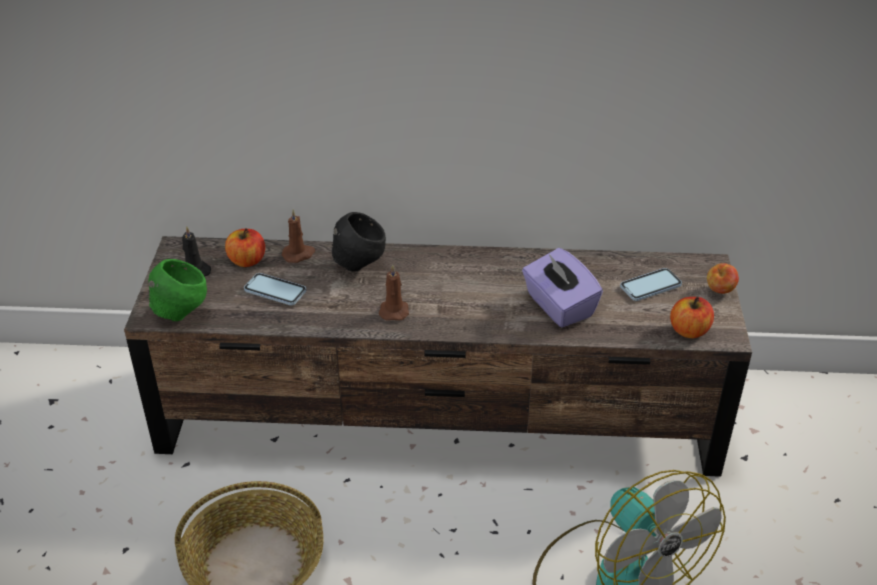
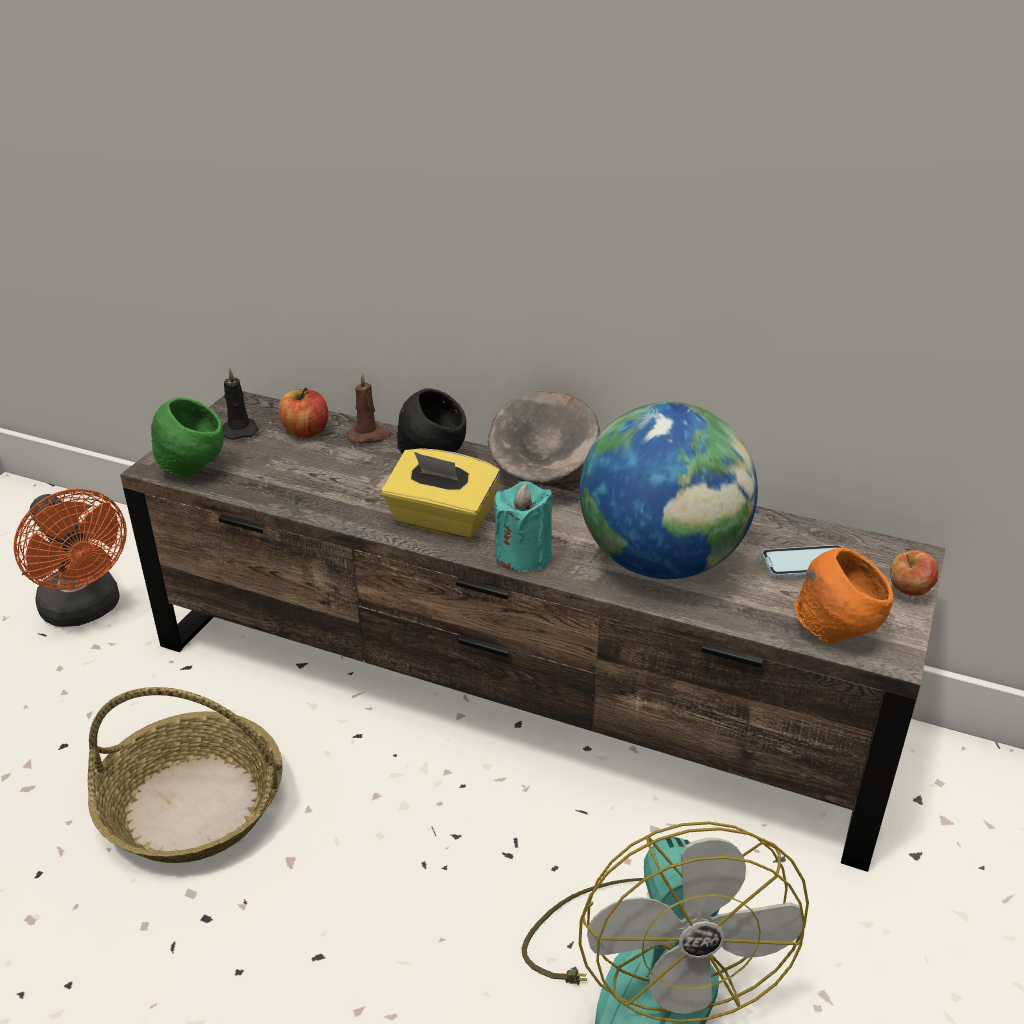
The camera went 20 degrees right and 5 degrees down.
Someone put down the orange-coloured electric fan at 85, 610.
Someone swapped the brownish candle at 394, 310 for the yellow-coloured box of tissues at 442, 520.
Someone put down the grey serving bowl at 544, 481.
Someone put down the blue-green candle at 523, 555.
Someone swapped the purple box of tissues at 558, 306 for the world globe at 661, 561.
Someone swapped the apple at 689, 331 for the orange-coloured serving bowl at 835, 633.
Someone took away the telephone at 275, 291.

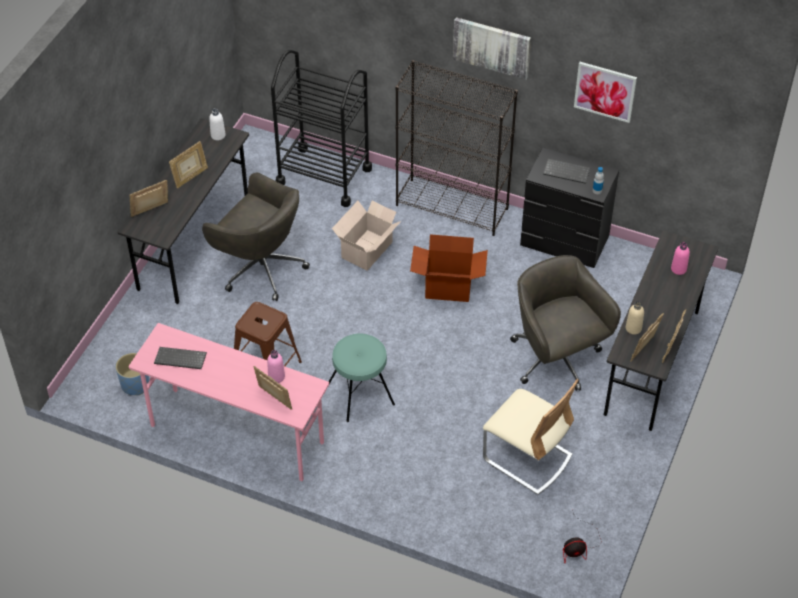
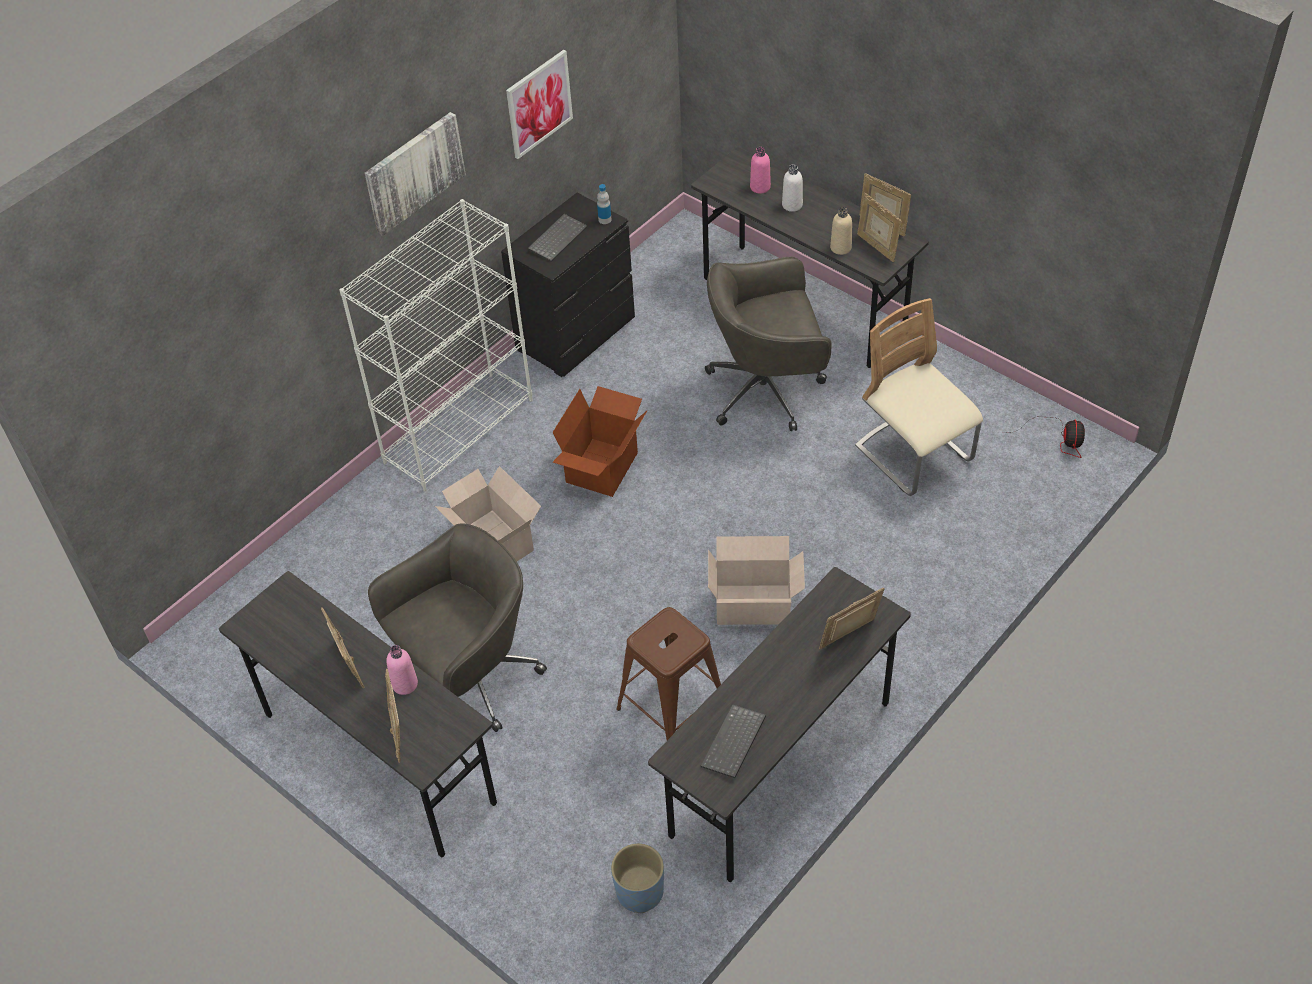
The camera went 70 degrees left and 0 degrees up.
Someone repainted the black bookcase at 452, 207, which became the white-coloured bookcase at 459, 430.
Someone carried the pinkish beverage bottle from 276, 376 to 405, 684.
Someone repainted the pinkish desk at 236, 434, which became the grey desk at 781, 770.
Someone swapped the blue-green stool at 360, 394 for the packing box at 755, 605.
Someone carried the white-coloured beverage bottle from 218, 135 to 792, 205.
Someone rotated the sand-coloured chair at 527, 458 by 90 degrees counterclockwise.
Someone took away the black wheeled cart at 324, 176.

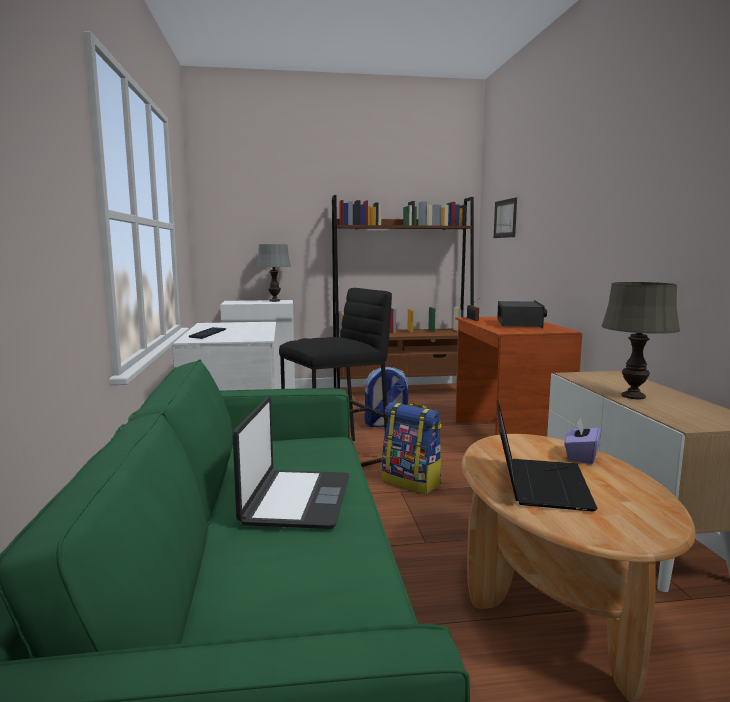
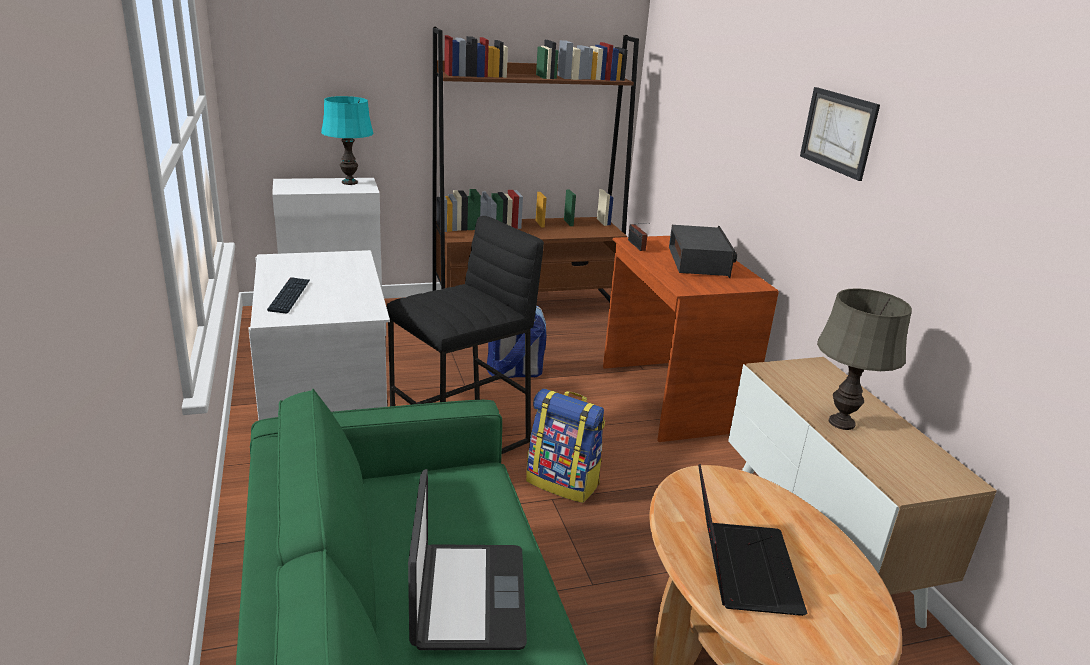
The camera went 10 degrees left and 15 degrees up.
Someone repainted the grey table lamp at 275, 301, which became the blue-green table lamp at 350, 182.
Someone carried the wall art from 505, 218 to 838, 132.
Someone took away the purple box of tissues at 581, 456.

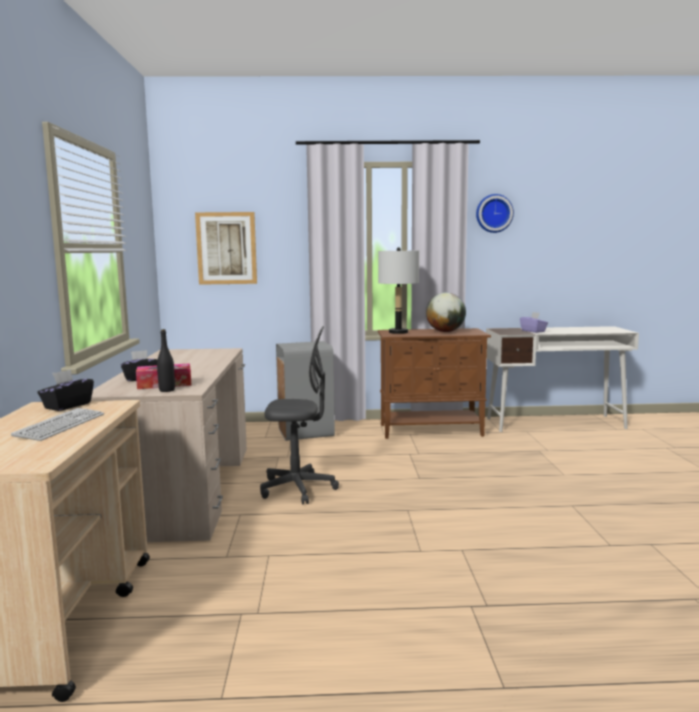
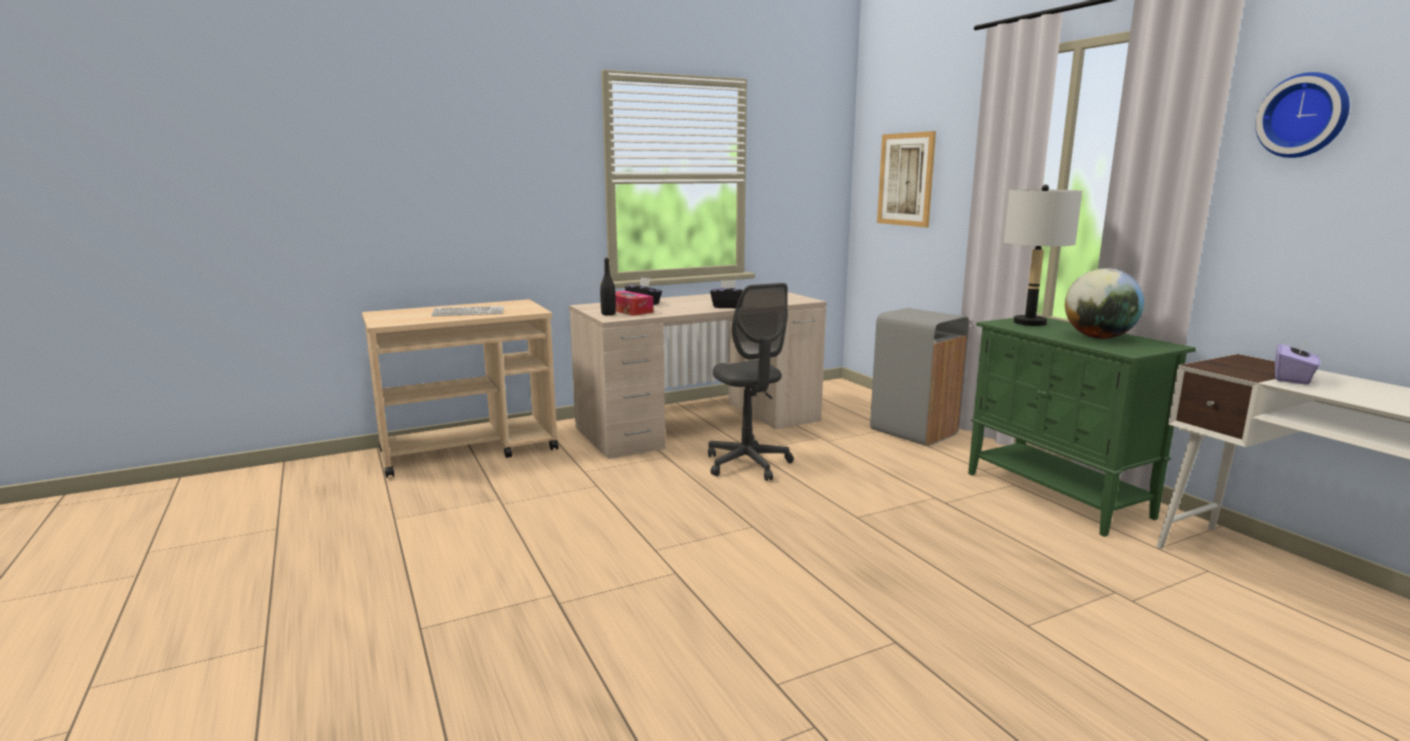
The camera went 65 degrees right and 5 degrees up.
Someone carried the black box of tissues from 67, 406 to 727, 307.
Someone repainted the brownish cabinet at 432, 430, which became the green-coloured cabinet at 1058, 495.

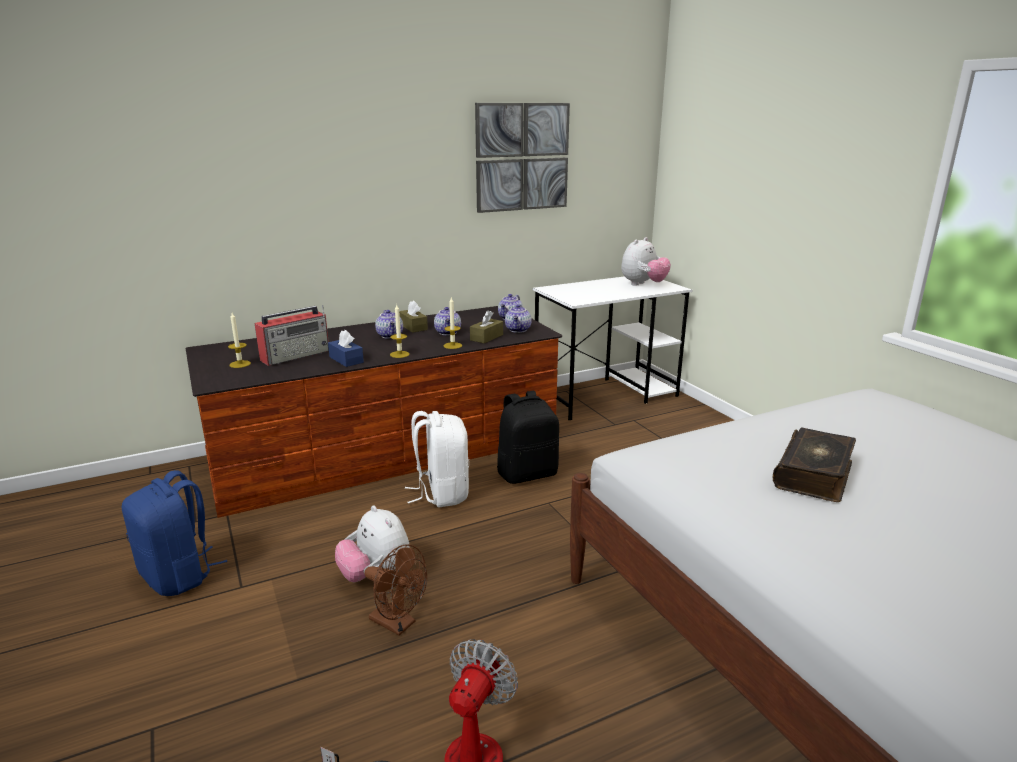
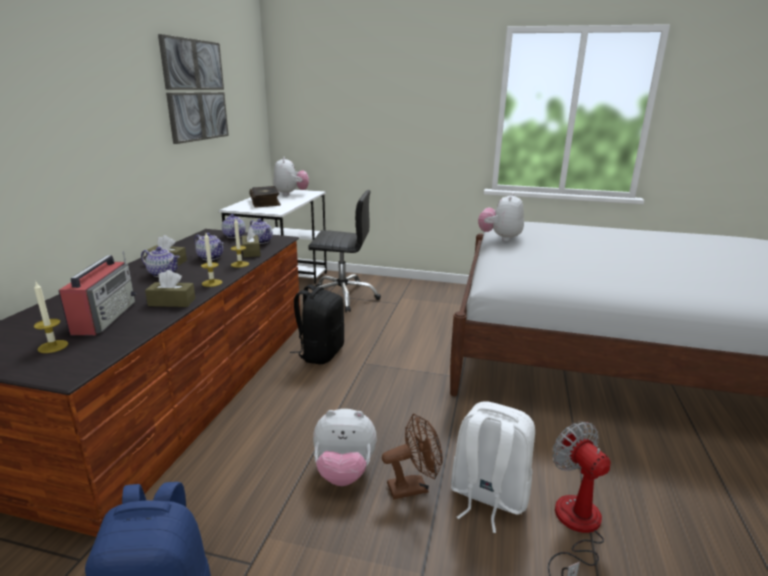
The camera went 50 degrees left and 0 degrees up.
Someone repainted the blue-coloured box of tissues at 346, 360, which became the brownish box of tissues at 172, 302.
Someone carried the book from 814, 475 to 265, 202.
Someone put down the black office chair at 342, 297.
Someone carried the white-coloured backpack from 441, 493 to 487, 497.
Someone put down the plush toy at 500, 238.

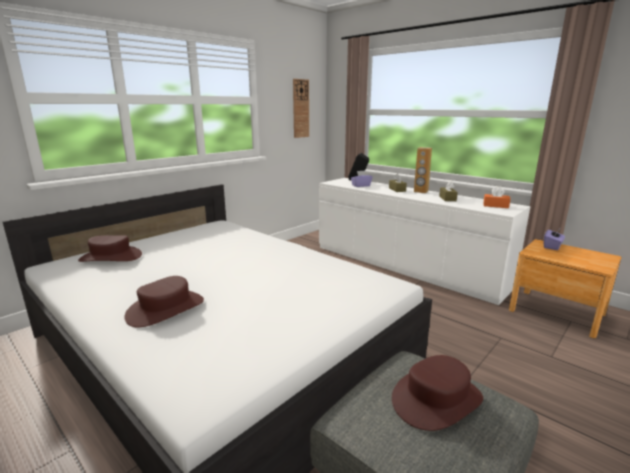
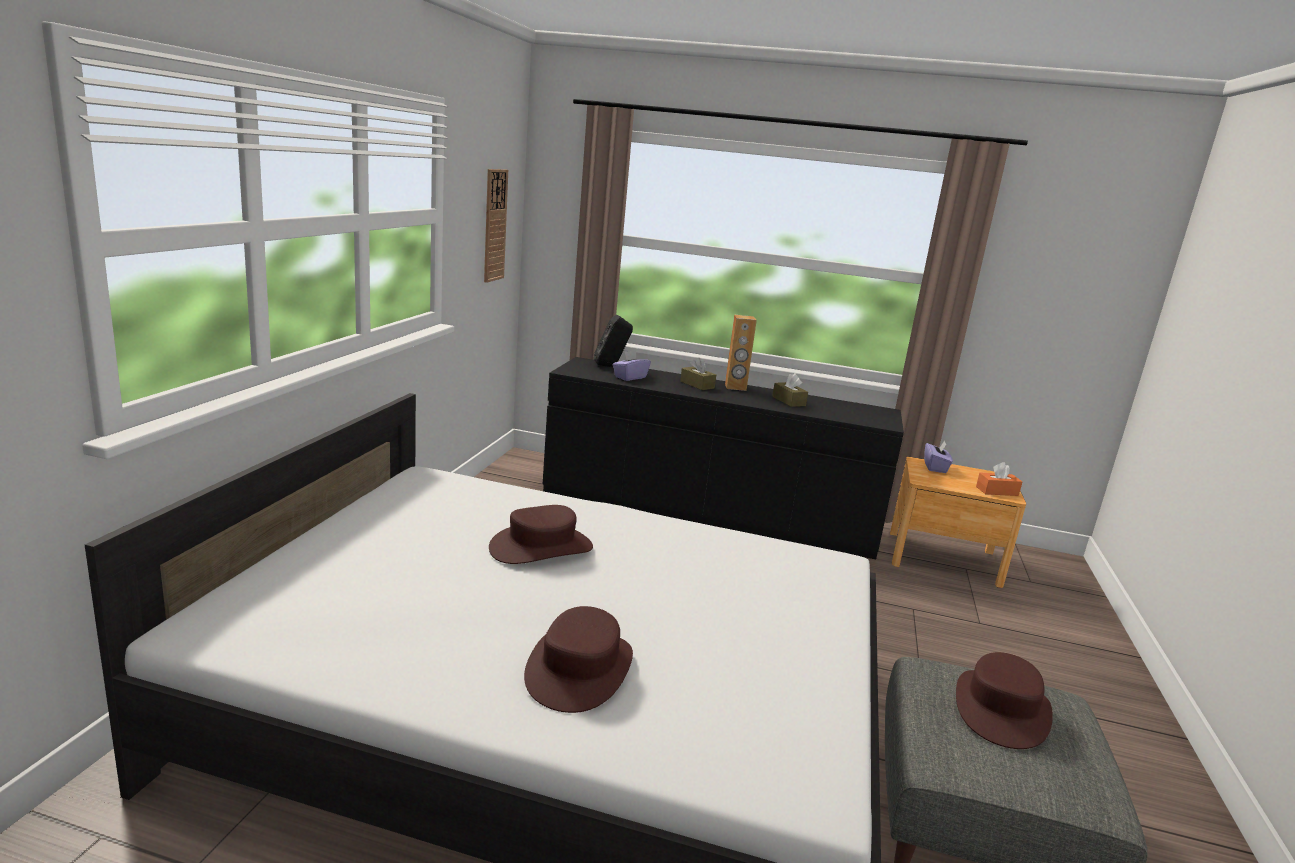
The camera went 30 degrees left and 0 degrees up.
Someone carried the brownish clothing hat from 111, 257 to 541, 547.
Someone repainted the white-coloured dresser at 405, 265, which became the black dresser at 708, 510.
Someone carried the orange-coloured box of tissues from 495, 205 to 997, 491.

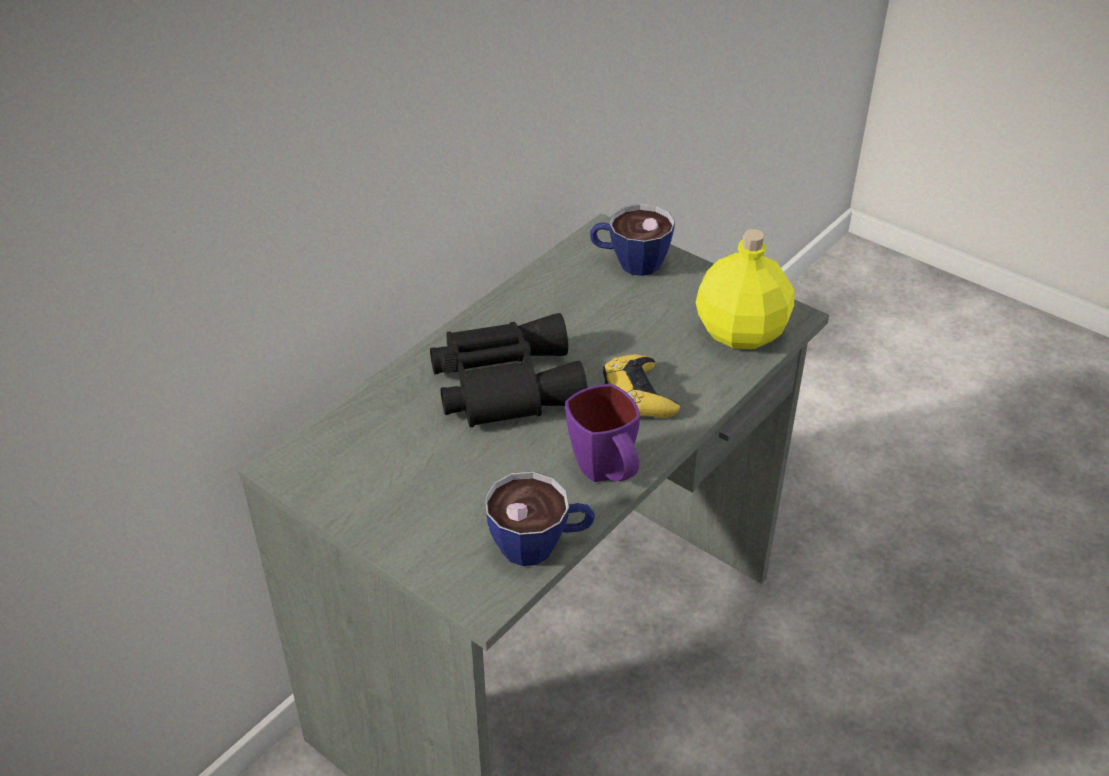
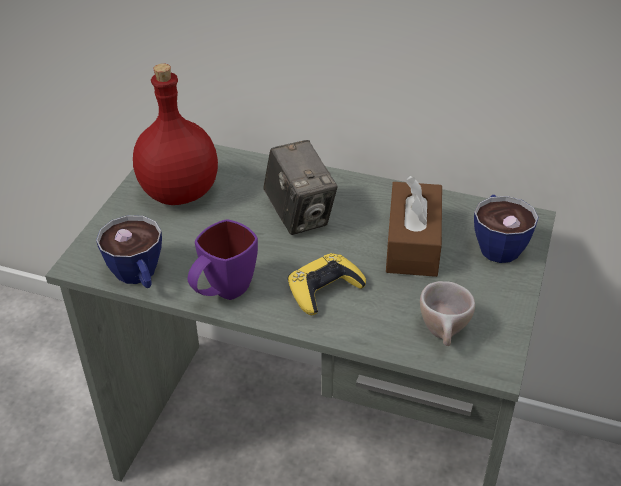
The camera went 70 degrees right and 0 degrees up.
Someone put down the red-coloured beverage bottle at 178, 193.
Someone swapped the black pair of binoculars at 503, 383 for the still camera at 299, 215.
Someone put down the brownish box of tissues at 413, 243.
Someone swapped the yellow-coloured beverage bottle at 741, 333 for the sand-coloured small cup at 444, 335.

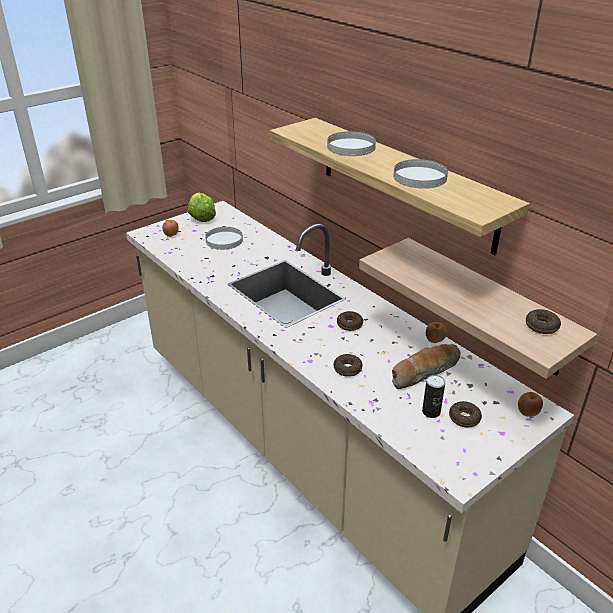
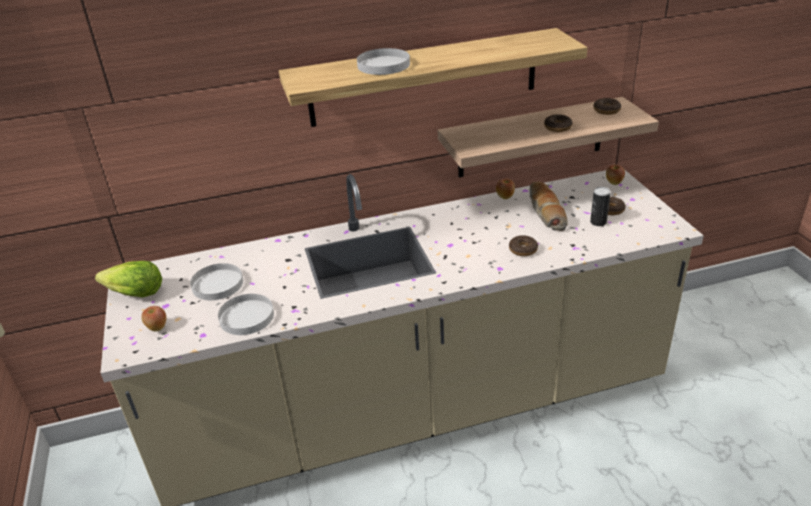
The camera went 65 degrees left and 0 degrees up.
Someone carried the white-coloured plate from 419, 177 to 246, 317.
Someone carried the doughnut from 349, 324 to 557, 127.

